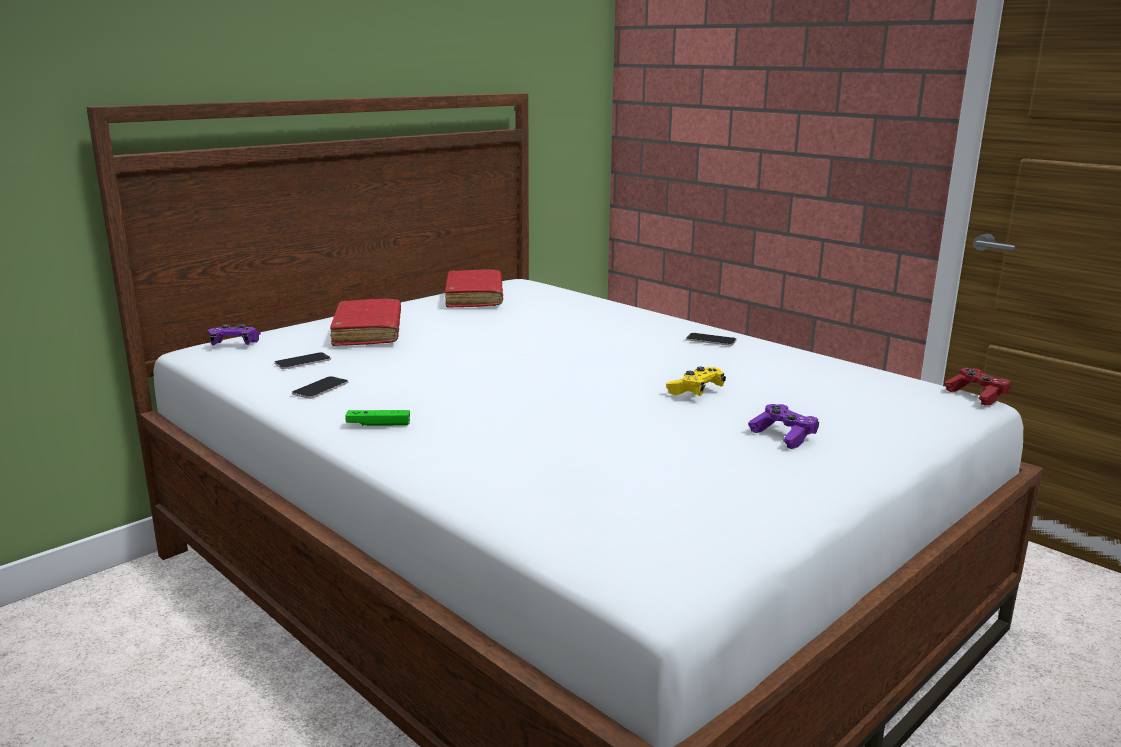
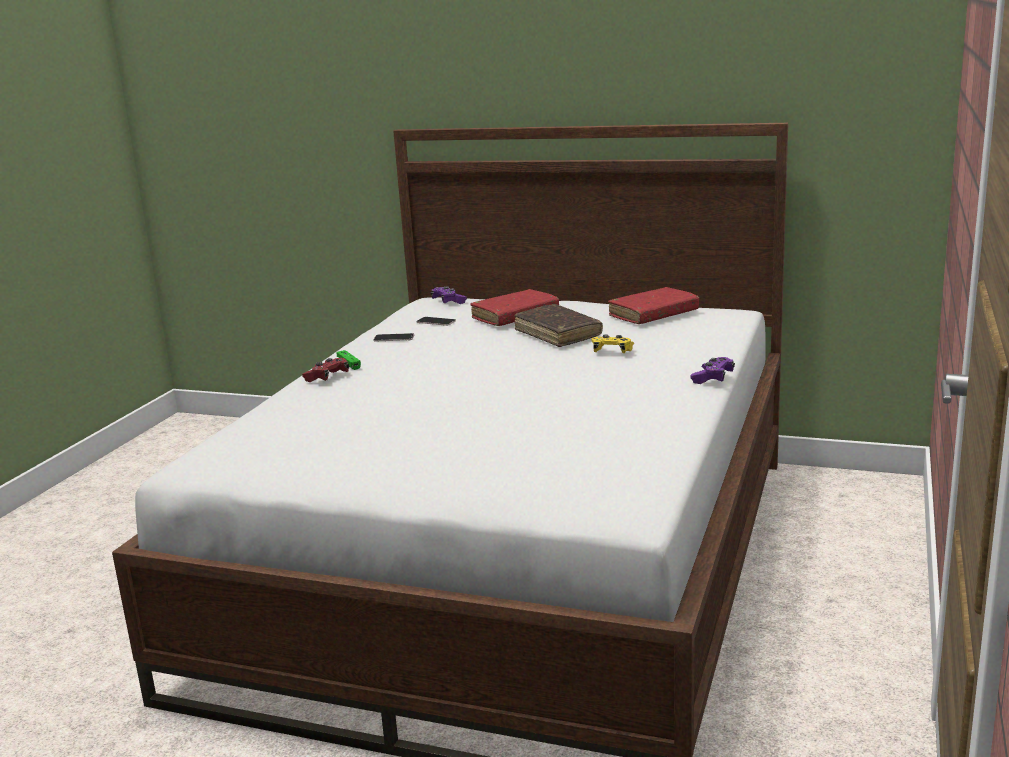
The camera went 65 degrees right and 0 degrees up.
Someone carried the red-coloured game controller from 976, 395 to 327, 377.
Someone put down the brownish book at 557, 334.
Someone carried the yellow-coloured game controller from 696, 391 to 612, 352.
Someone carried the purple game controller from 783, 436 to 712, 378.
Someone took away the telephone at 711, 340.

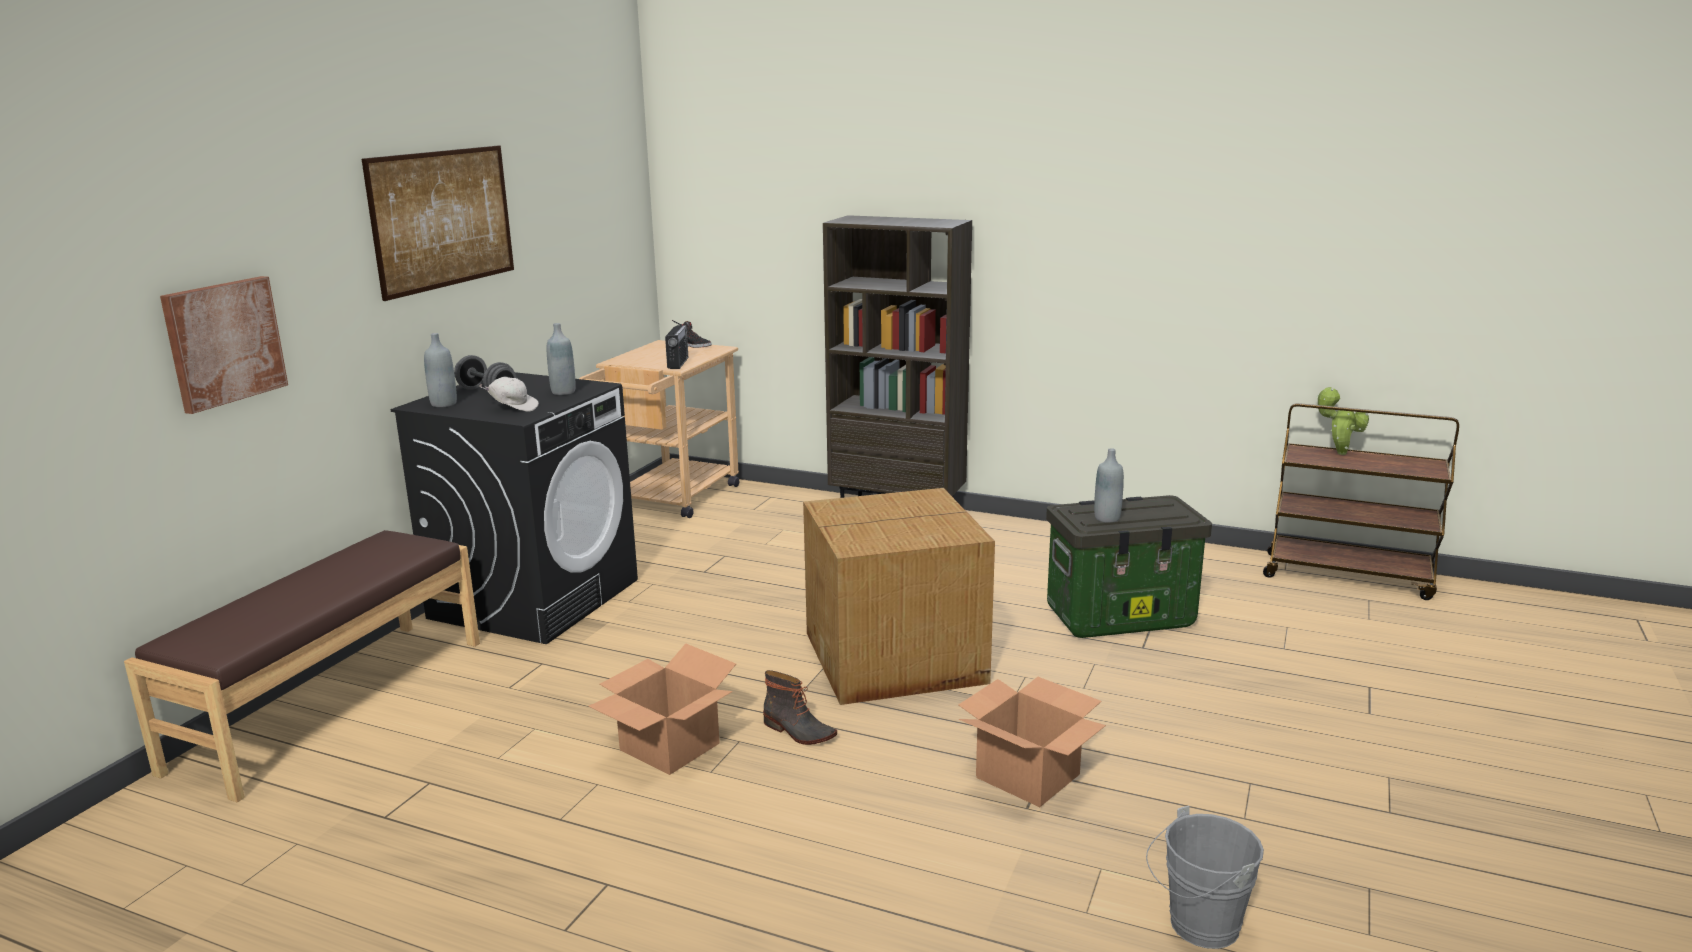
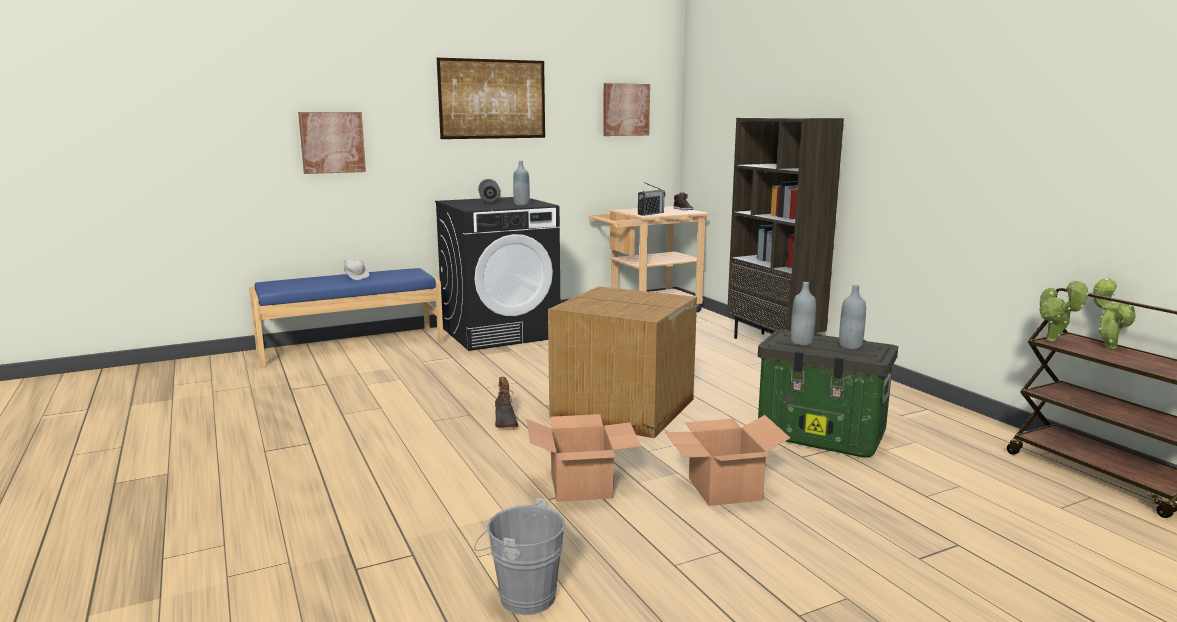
The camera went 40 degrees right and 5 degrees down.
Someone repainted the brownish long seat at 331, 702, which became the blue-coloured long seat at 351, 346.
Someone carried the white-coloured cap from 513, 408 to 356, 277.
Someone put up the wall art at 625, 109.
Someone carried the packing box from 671, 747 to 725, 489.
Someone carried the grey beverage bottle from 443, 404 to 850, 346.
Someone put down the houseplant at 1054, 341.

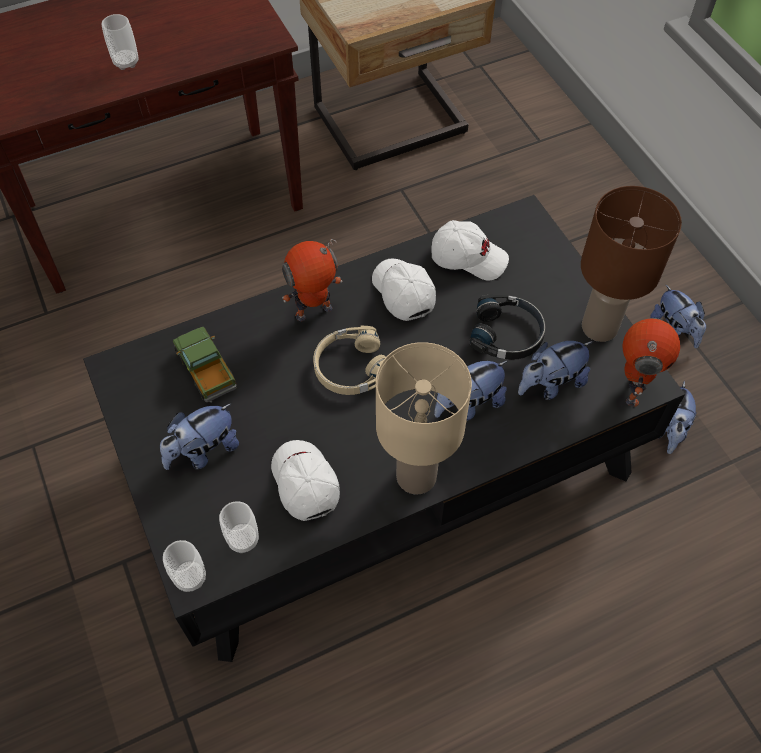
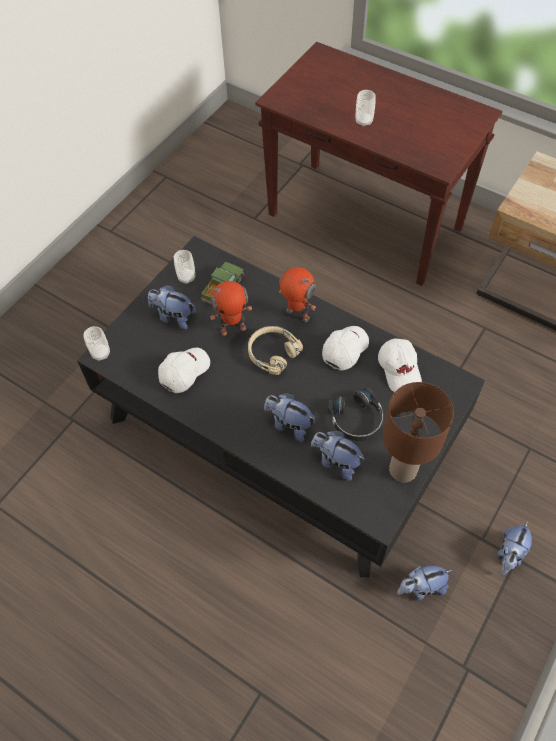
The camera went 60 degrees right and 0 degrees up.
Someone carried the small cup from 243, 539 to 186, 277.
Someone carried the toy robot from 631, 388 to 233, 328.
Someone took away the sand-coloured table lamp at 416, 477.

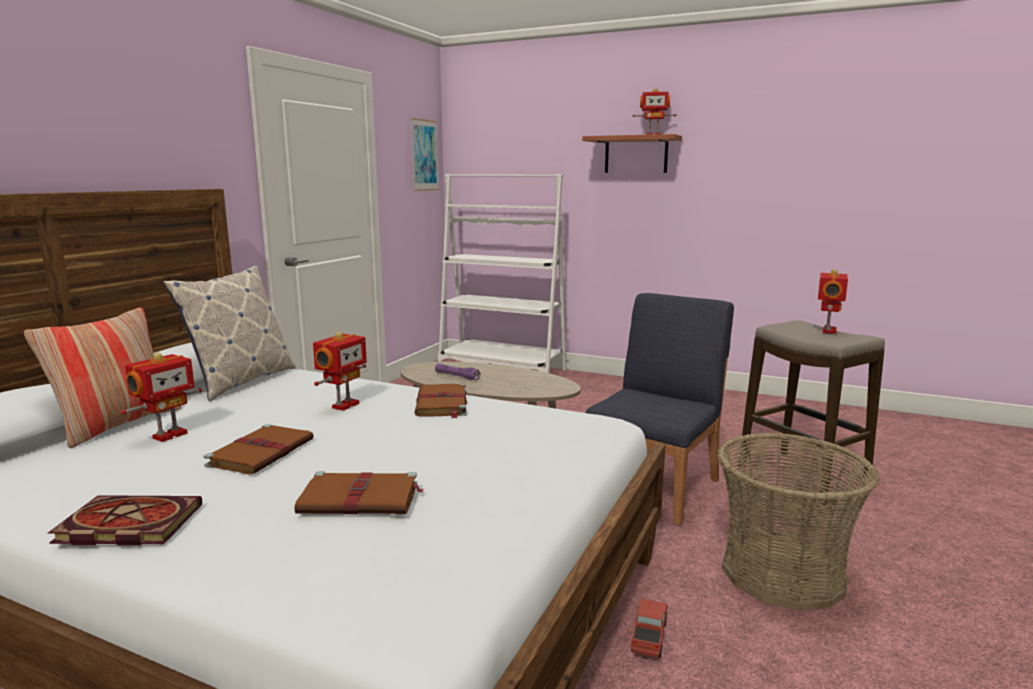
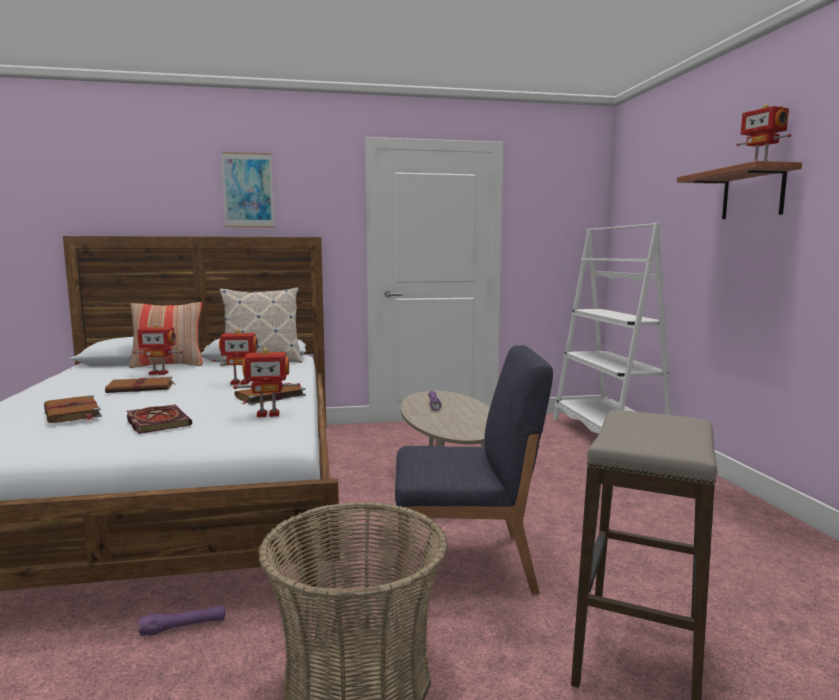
The camera went 55 degrees right and 5 degrees down.
Someone carried the book from 125, 525 to 156, 422.
Someone swapped the toy lorry at 649, 638 for the purple torch at 183, 627.
Someone carried the wall art from 424, 155 to 248, 190.
Someone carried the toy robot from 827, 331 to 268, 414.

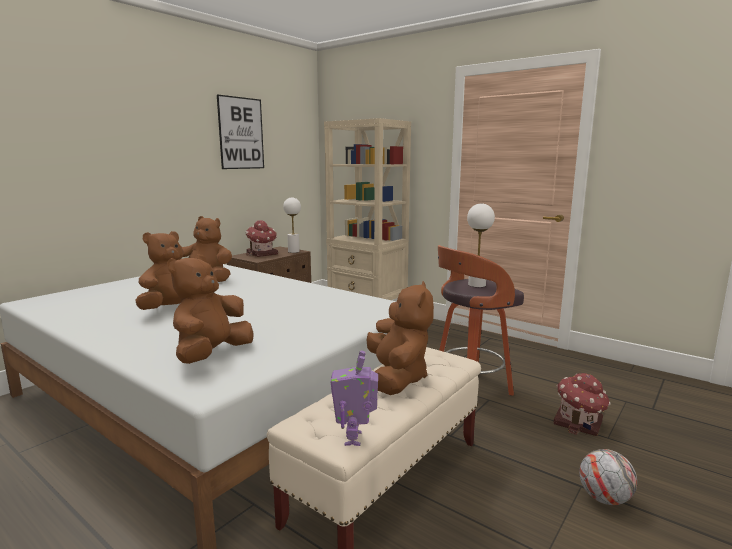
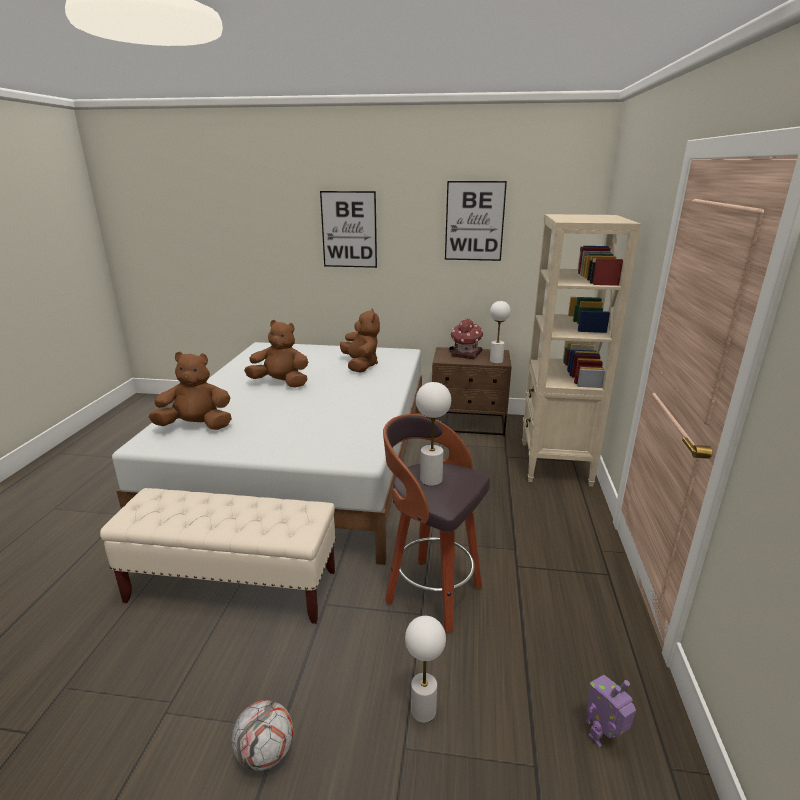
The camera went 60 degrees right and 10 degrees up.
Someone put up the wall art at 349, 229.
Someone swapped the toy house at 579, 423 for the white-coloured table lamp at 423, 711.
Someone carried the toy robot from 355, 438 to 603, 737.
Someone took away the brownish plush toy at 397, 378.

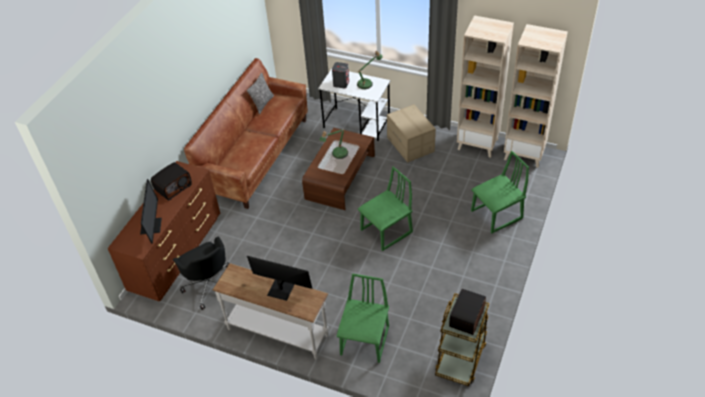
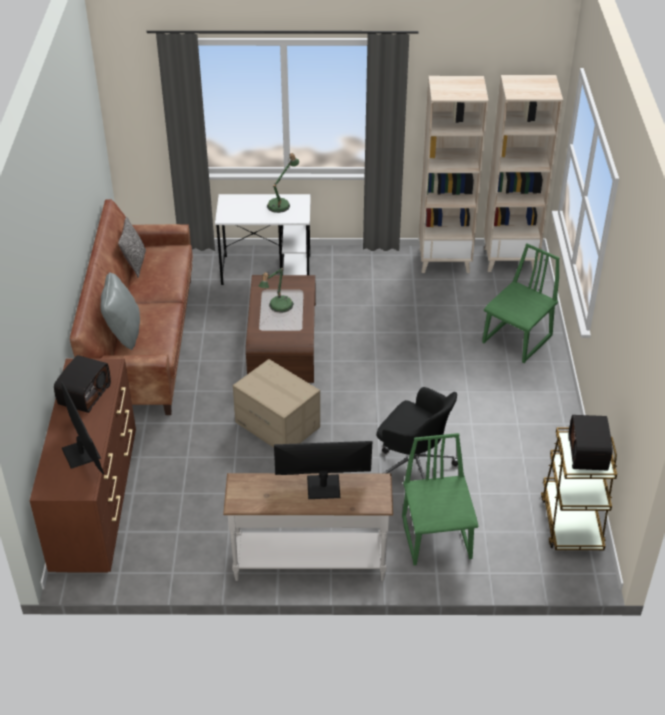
The camera went 25 degrees left and 5 degrees down.
Someone put down the grey throw pillow at 124, 332.
Someone carried the packing box from 411, 144 to 278, 424.
Someone carried the black office chair from 209, 284 to 414, 464.
Someone took away the grey speaker at 341, 83.
Someone took away the green-coloured chair at 386, 231.

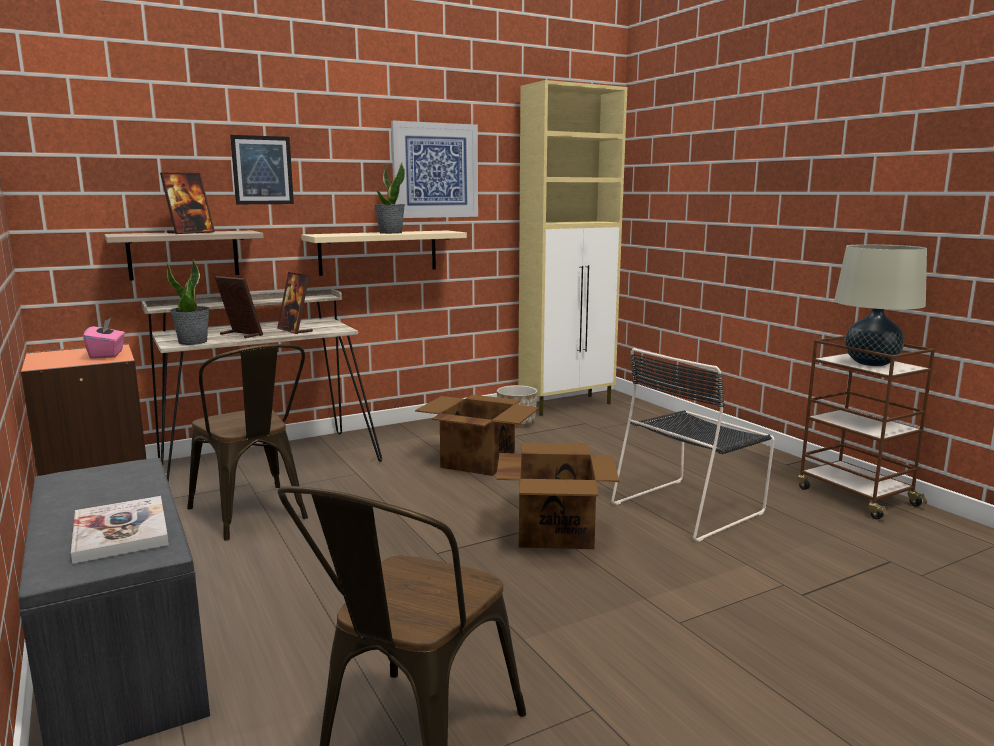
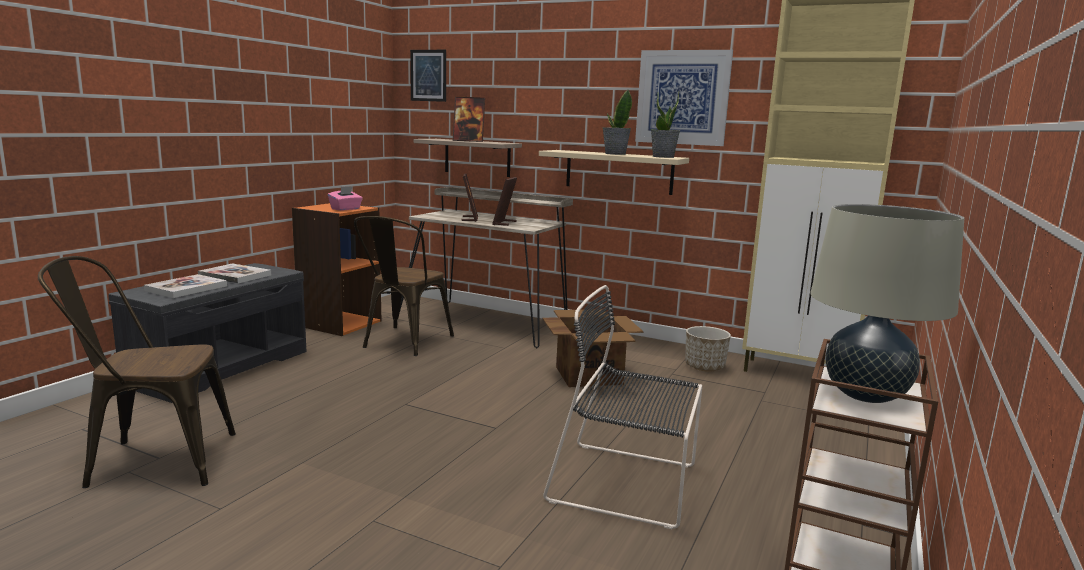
The camera went 55 degrees right and 0 degrees up.
Someone put down the book at 235, 275.
Someone carried the wall art from 262, 170 to 428, 75.
Someone carried the houseplant from 193, 342 to 663, 157.
Someone took away the packing box at 556, 531.

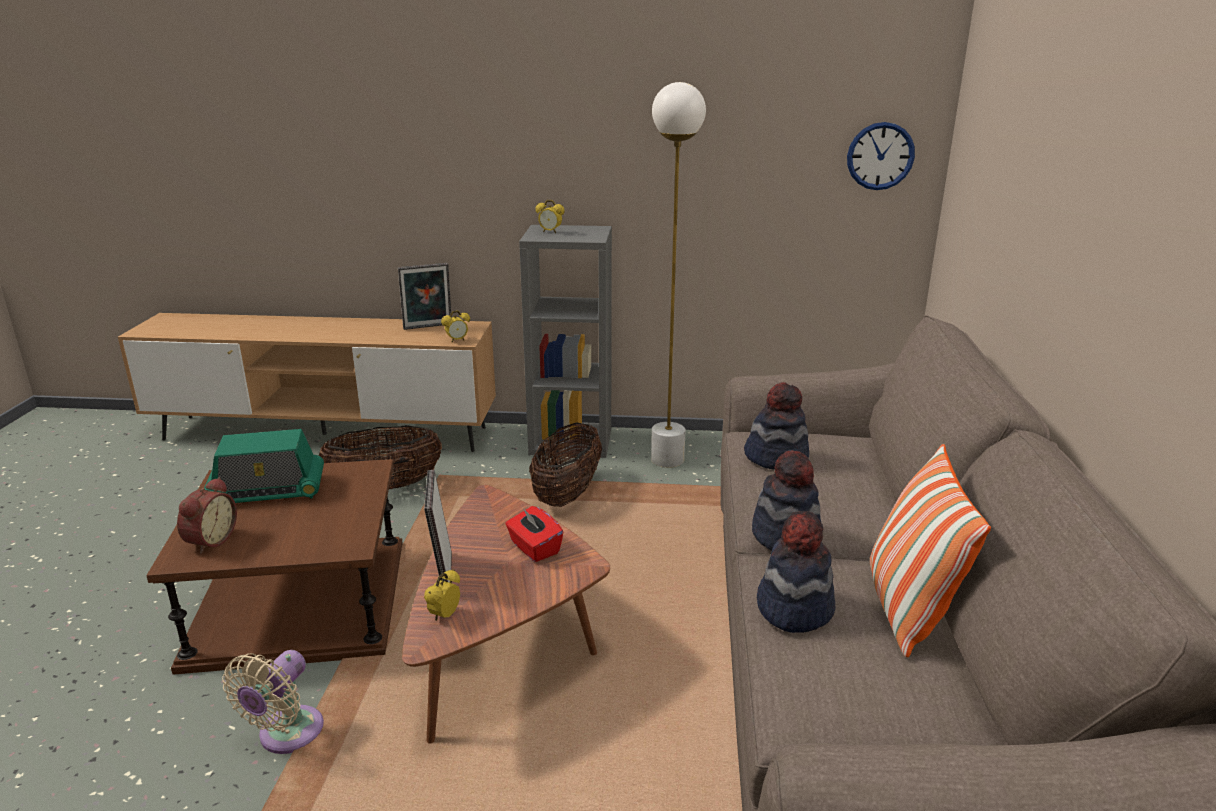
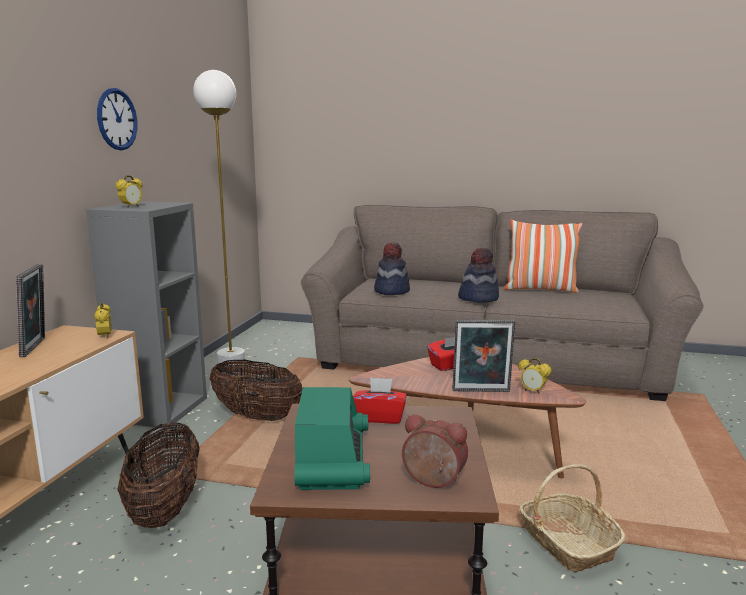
The camera went 80 degrees left and 10 degrees down.
Someone carried the hanging clock from 880, 156 to 117, 119.
Someone put down the red-coloured box of tissues at 380, 417.
Someone swapped the sand-coloured electric fan at 286, 735 for the storage basket at 567, 542.
Someone took away the clothing hat at 794, 608.

